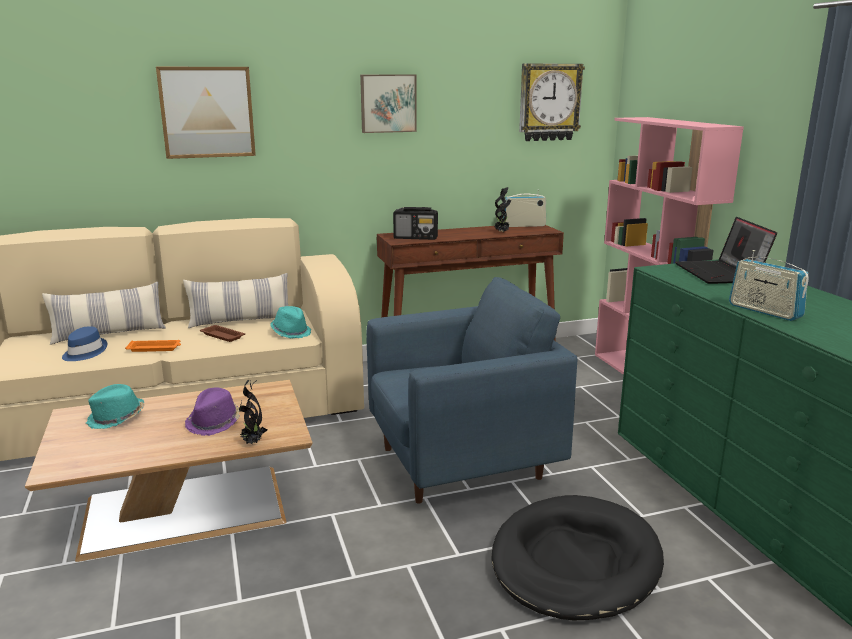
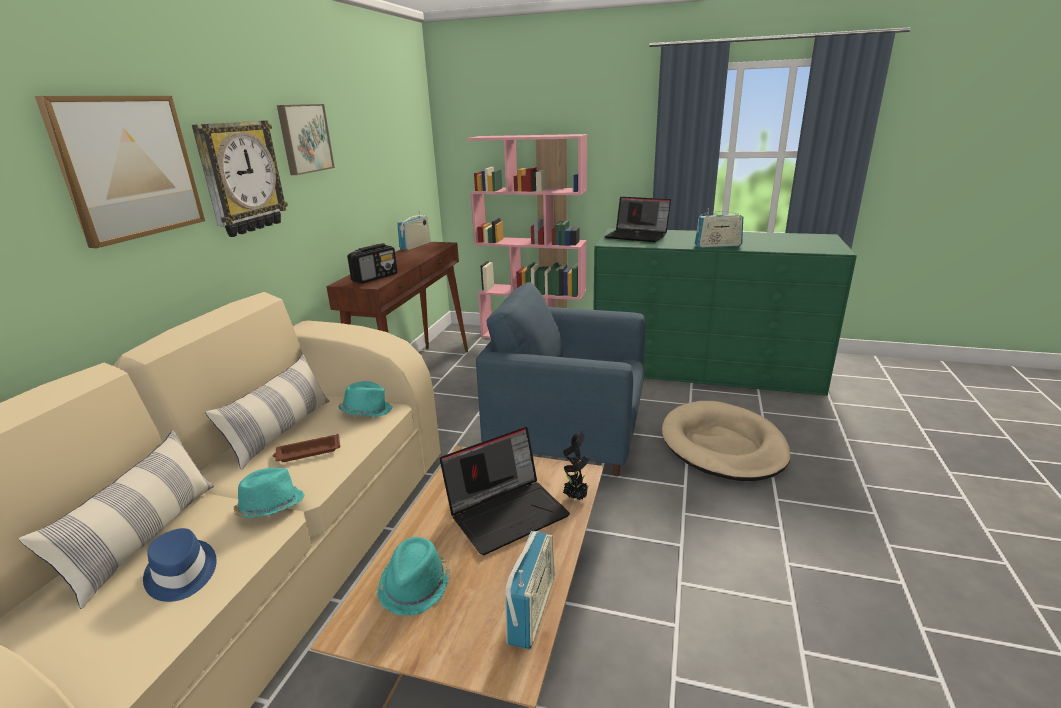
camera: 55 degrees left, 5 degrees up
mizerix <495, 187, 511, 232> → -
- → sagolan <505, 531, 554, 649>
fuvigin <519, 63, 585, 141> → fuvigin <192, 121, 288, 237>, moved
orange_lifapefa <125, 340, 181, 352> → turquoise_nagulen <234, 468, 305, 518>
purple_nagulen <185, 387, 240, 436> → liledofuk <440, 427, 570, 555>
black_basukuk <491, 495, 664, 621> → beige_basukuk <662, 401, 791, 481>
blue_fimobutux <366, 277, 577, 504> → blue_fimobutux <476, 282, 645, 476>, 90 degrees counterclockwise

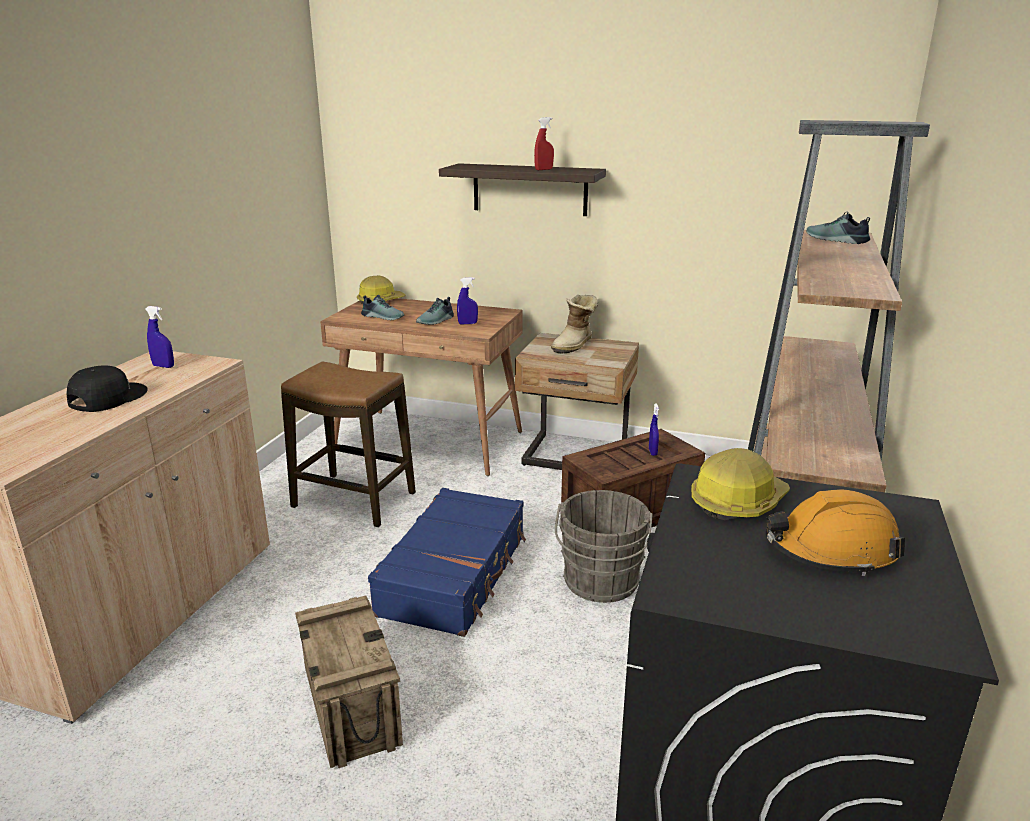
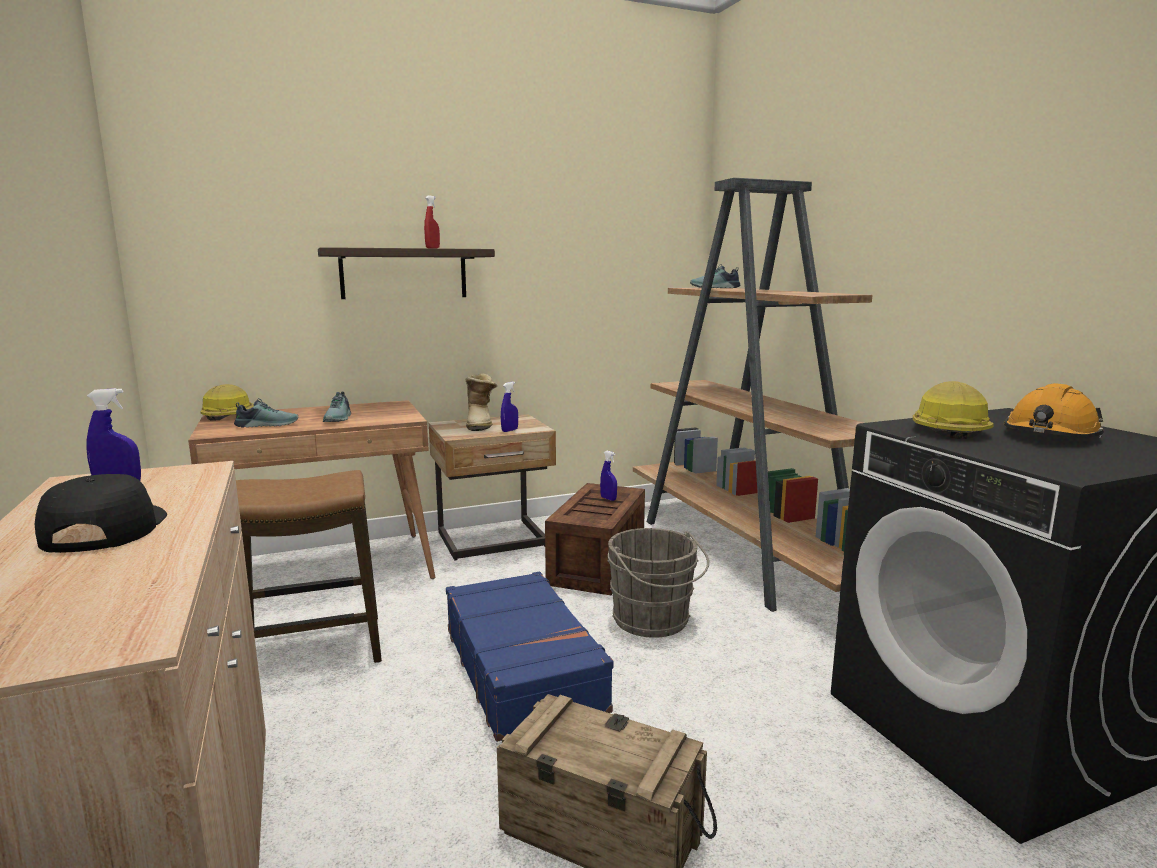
camera: 40 degrees left, 10 degrees down
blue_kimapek <457, 277, 478, 324> → blue_kimapek <501, 382, 518, 432>, moved

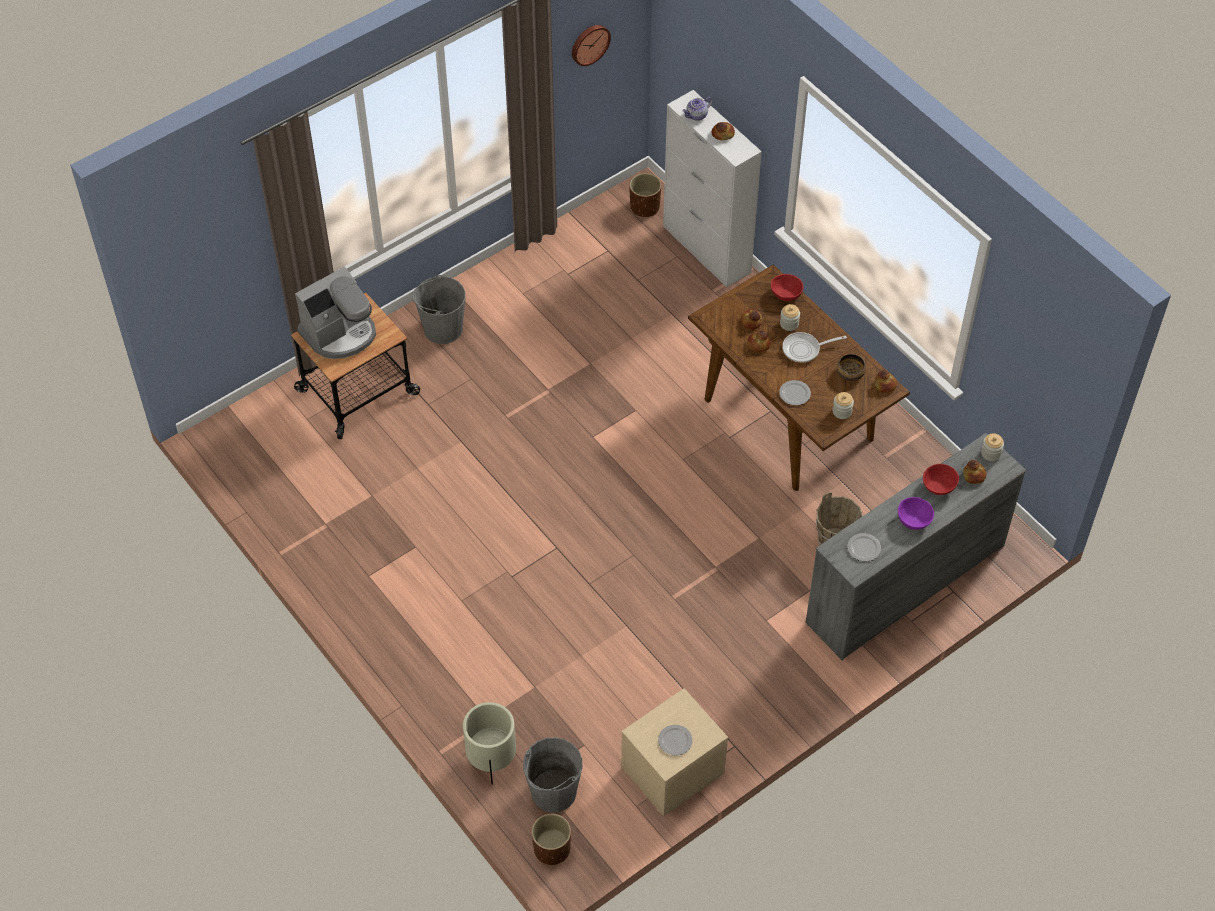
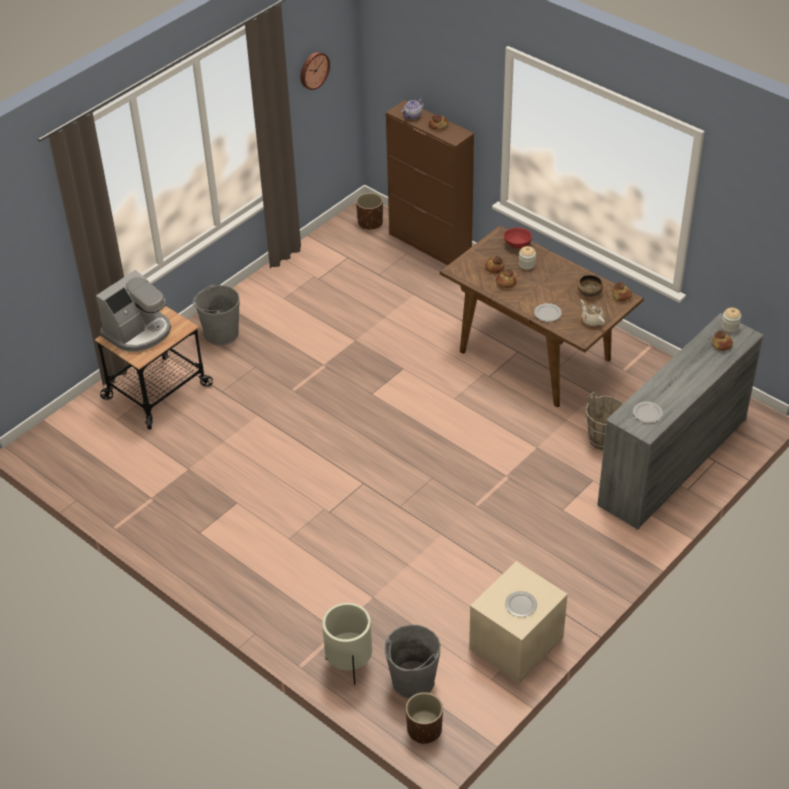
camera: 10 degrees left, 10 degrees down
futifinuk <782, 332, 847, 363> → -
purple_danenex <898, 497, 934, 530> → -
red_danenex <923, 464, 959, 495> → -
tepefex <833, 392, 854, 419> → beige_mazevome <581, 300, 605, 326>
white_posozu <663, 90, 762, 287> → brown_posozu <386, 100, 474, 265>

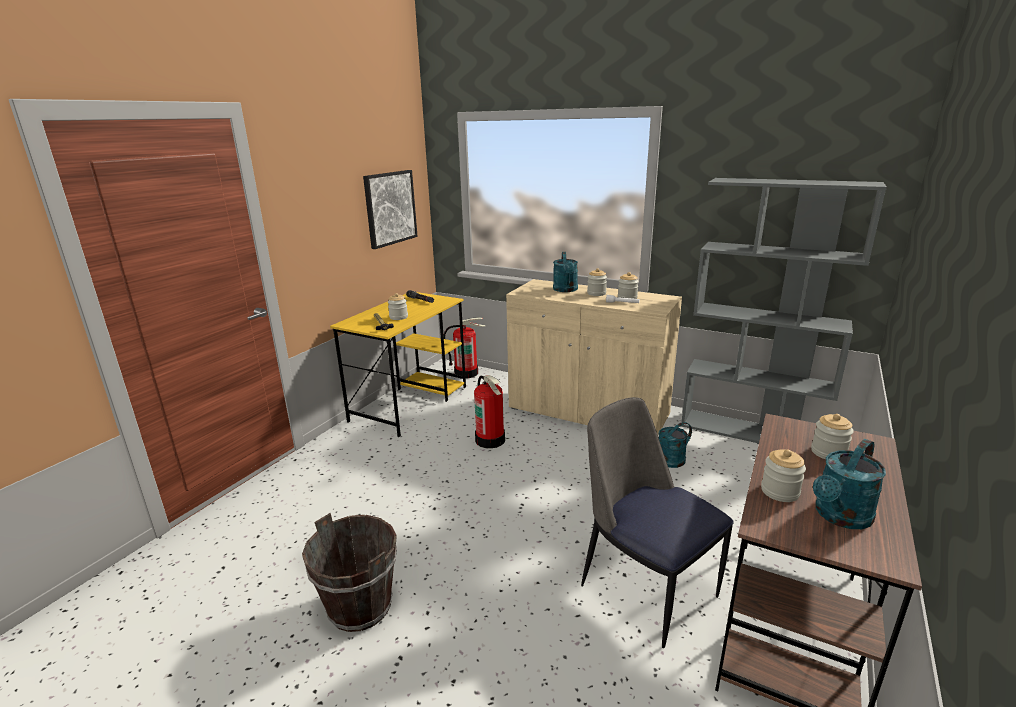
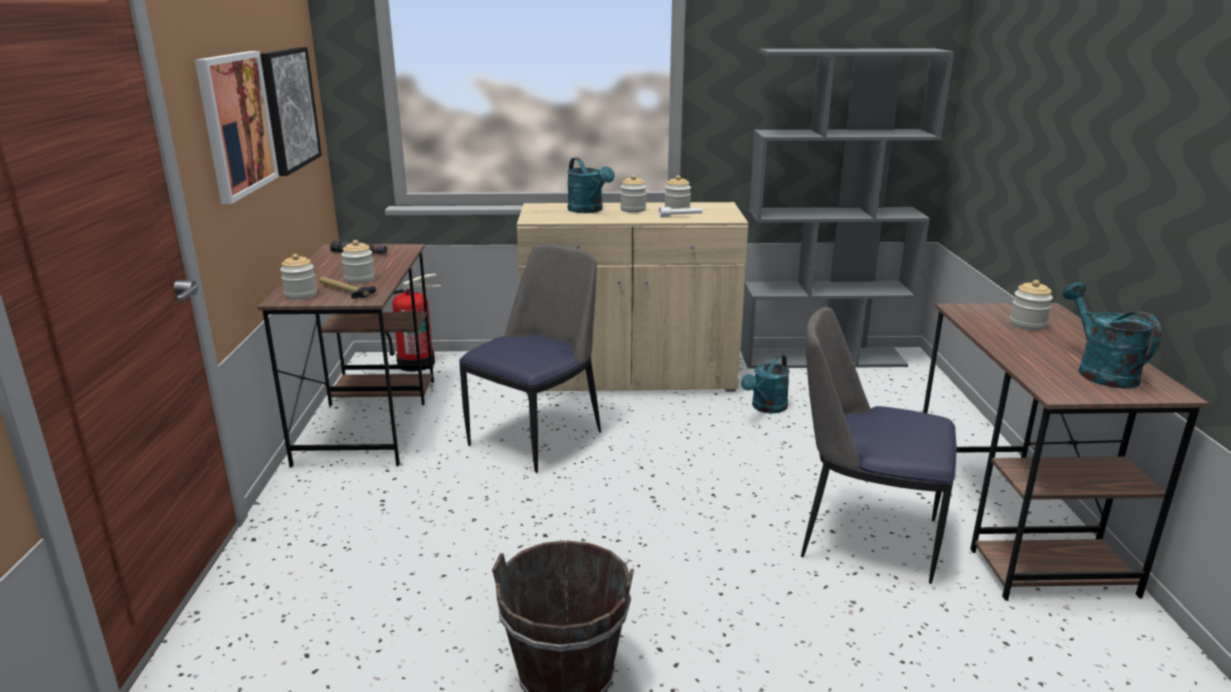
camera: 30 degrees left, 0 degrees up
- → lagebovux <195, 51, 279, 204>
tepefex <761, 449, 806, 502> → tepefex <280, 254, 317, 300>, moved
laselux <474, 375, 505, 448> → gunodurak <459, 244, 601, 473>
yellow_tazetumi <330, 292, 466, 437> → brown_tazetumi <257, 244, 434, 468>
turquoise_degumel <813, 439, 886, 529> → turquoise_degumel <1062, 282, 1161, 389>, 150 degrees clockwise

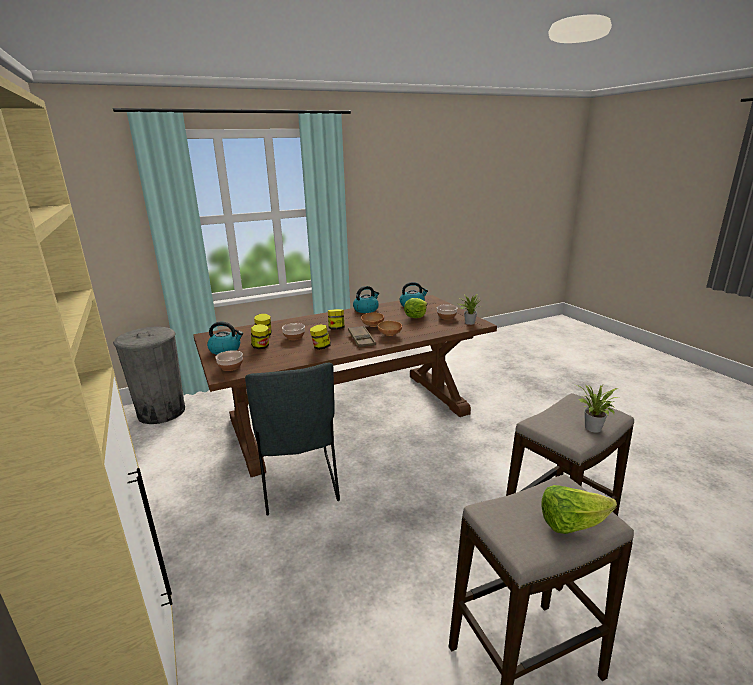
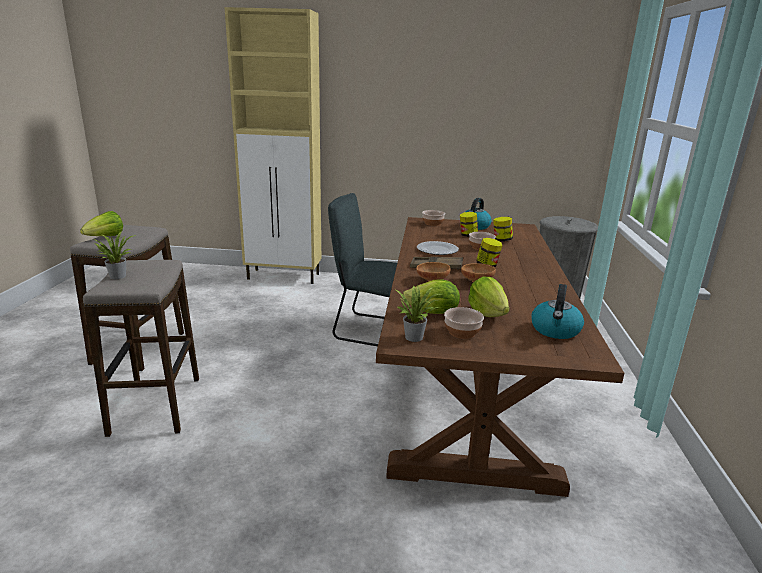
camera: 120 degrees right, 0 degrees up
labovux <353, 286, 379, 313> → -
- → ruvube <403, 280, 460, 314>
tepefex <310, 324, 331, 350> → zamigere <417, 241, 459, 255>

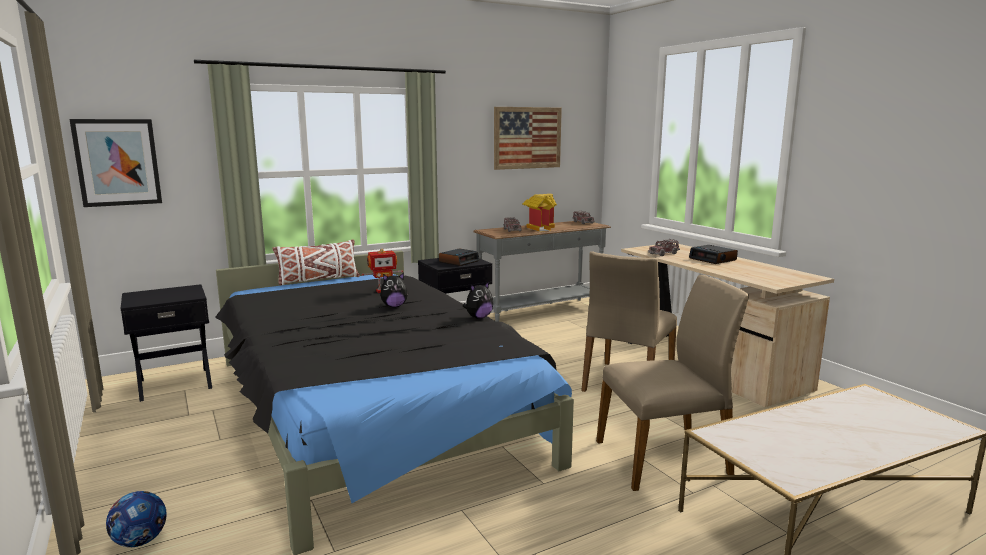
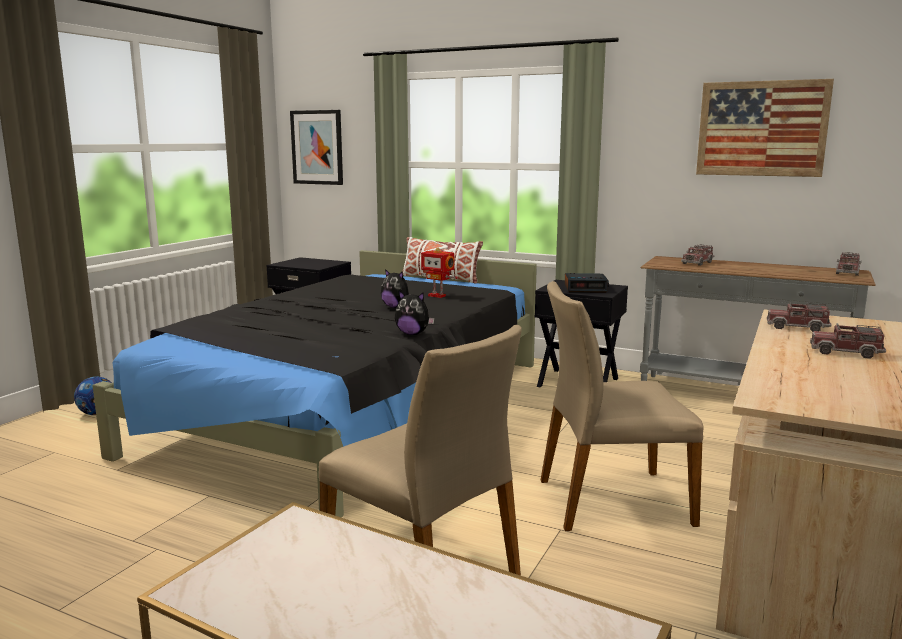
camera: 55 degrees right, 0 degrees up
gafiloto <523, 194, 557, 232> → -
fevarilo <689, 245, 738, 264> → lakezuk <810, 323, 886, 359>

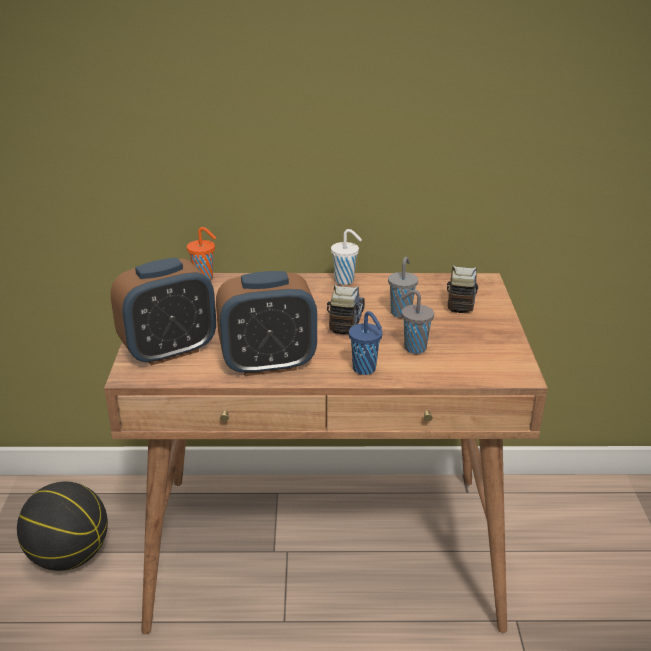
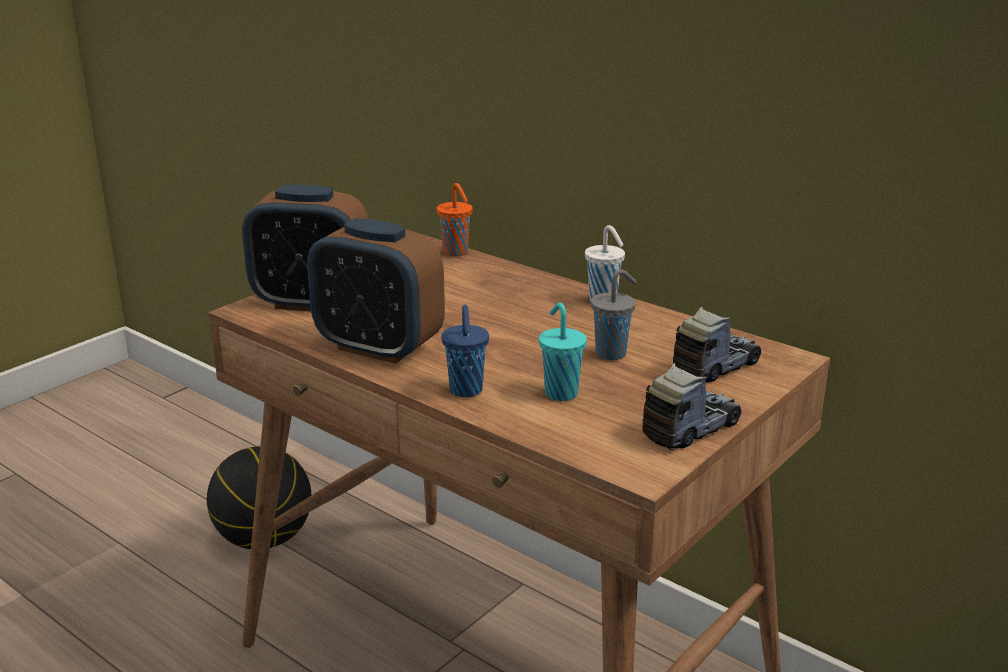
camera: 40 degrees right, 5 degrees down
lakezuk <327, 284, 365, 334> → lakezuk <642, 363, 742, 451>, moved
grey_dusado <401, 290, 434, 354> → turquoise_dusado <539, 303, 587, 401>

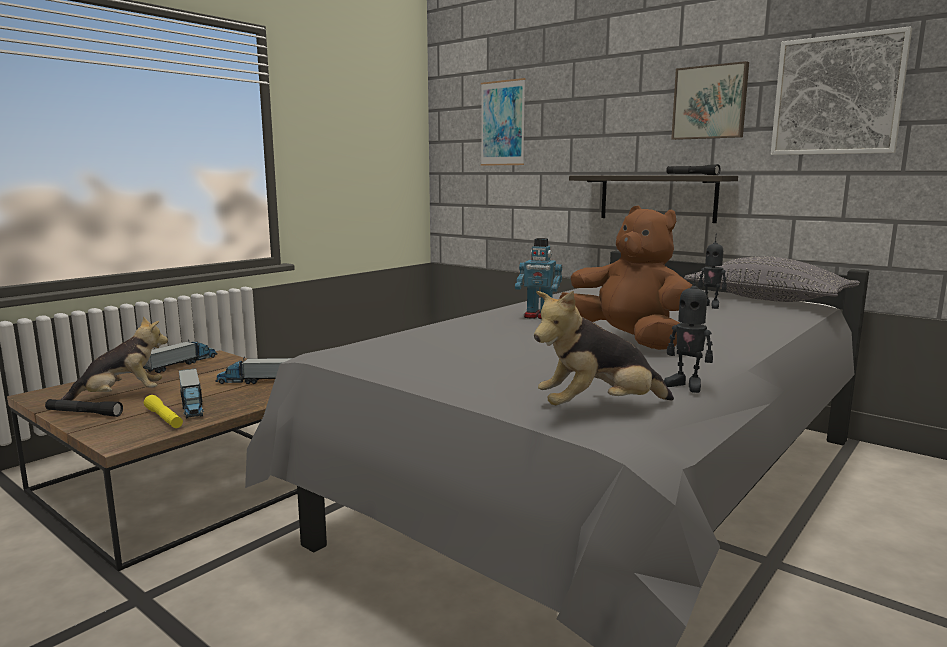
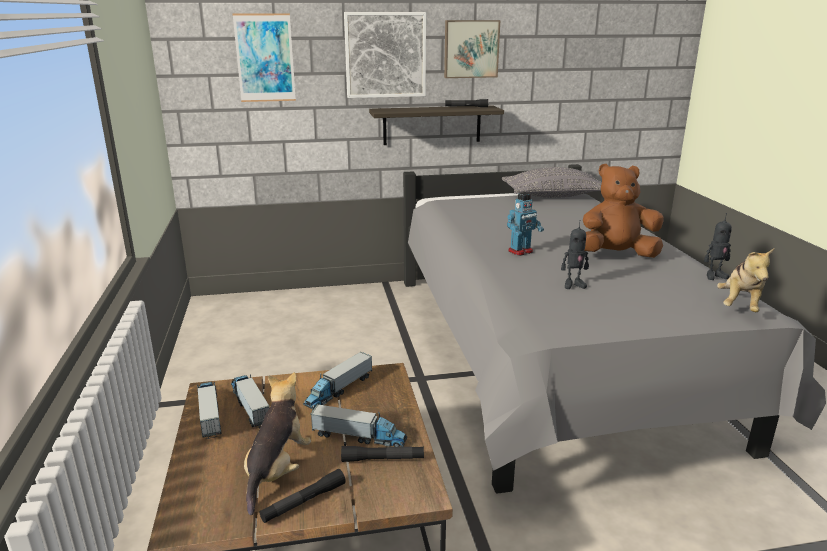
camera: 50 degrees left, 10 degrees up
- → lakezuk <231, 374, 270, 428>
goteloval <698, 234, 727, 309> → goteloval <561, 220, 589, 289>, moved
lagebovux <771, 26, 912, 155> → lagebovux <344, 12, 426, 98>, moved
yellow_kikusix <144, 395, 183, 428> → black_kikusix <341, 446, 424, 462>

